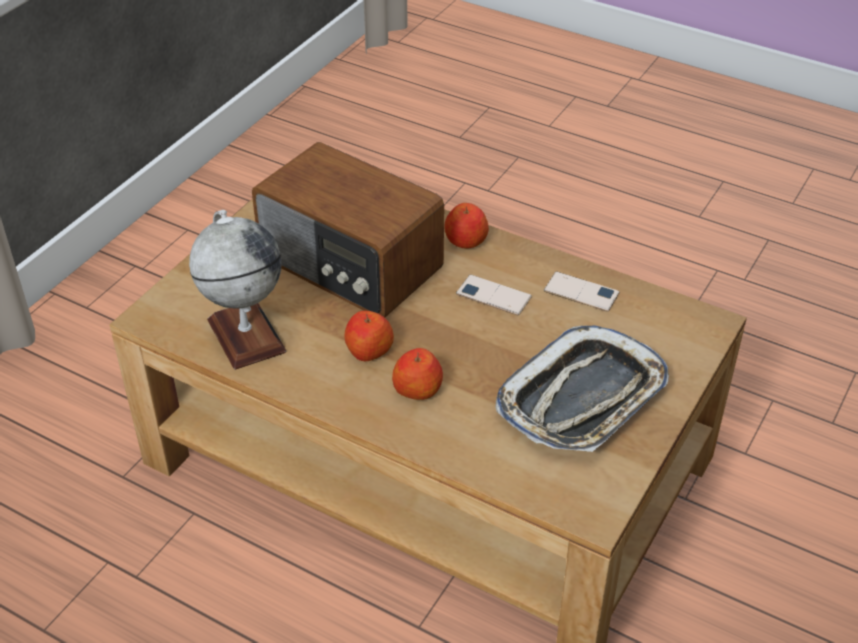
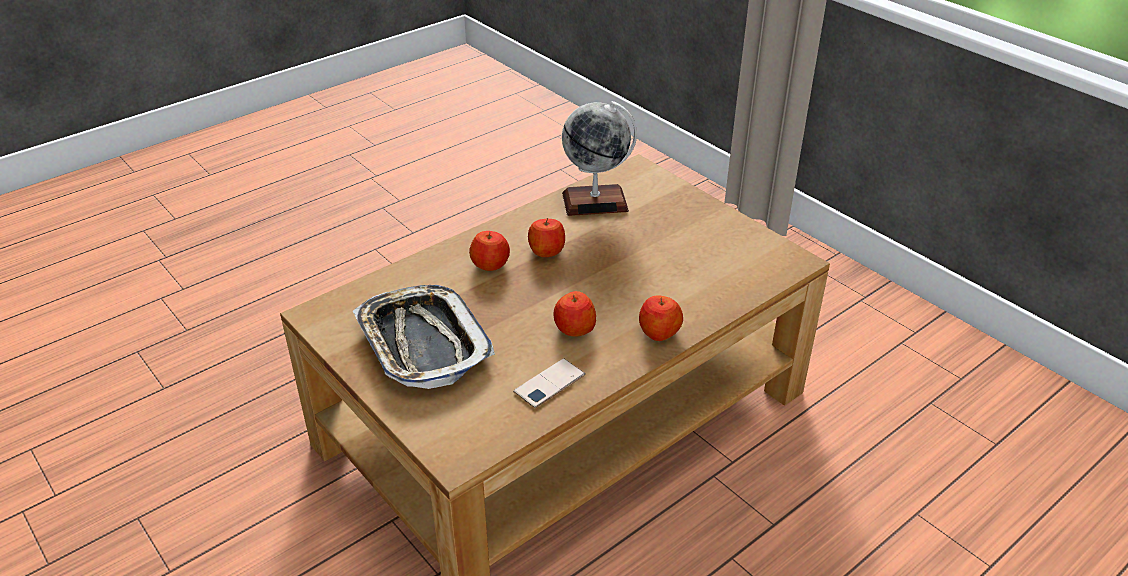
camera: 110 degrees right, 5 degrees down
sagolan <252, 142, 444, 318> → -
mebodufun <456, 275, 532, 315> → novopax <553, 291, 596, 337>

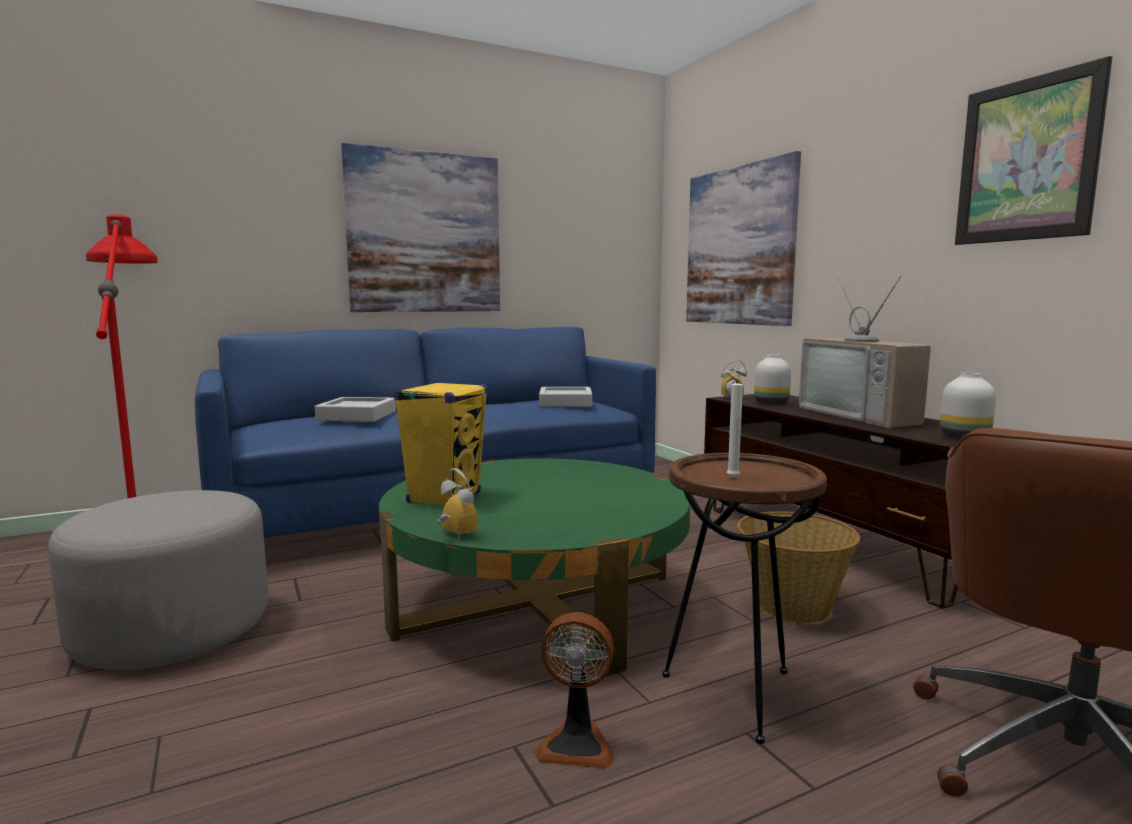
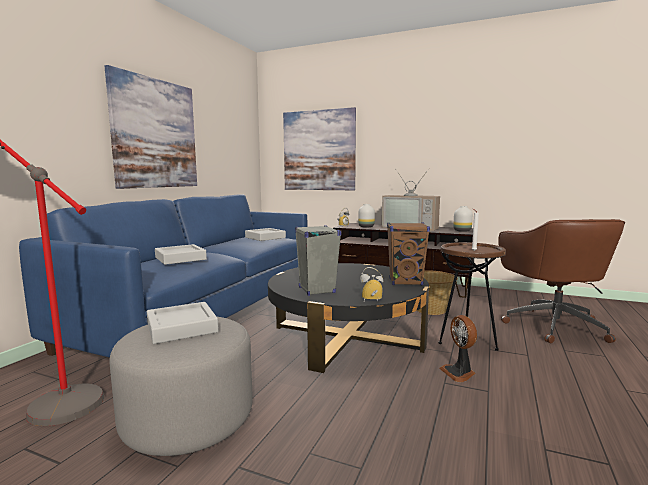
camera: 40 degrees left, 0 degrees up
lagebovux <955, 56, 1113, 245> → -
- → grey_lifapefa <147, 302, 219, 344>
- → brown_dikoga <387, 223, 430, 285>
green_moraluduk <379, 458, 690, 677> → black_moraluduk <268, 263, 429, 373>
yellow_dikoga <394, 381, 488, 505> → grey_dikoga <295, 225, 341, 296>
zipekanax <535, 612, 614, 769> → zipekanax <439, 315, 477, 382>, 105 degrees clockwise

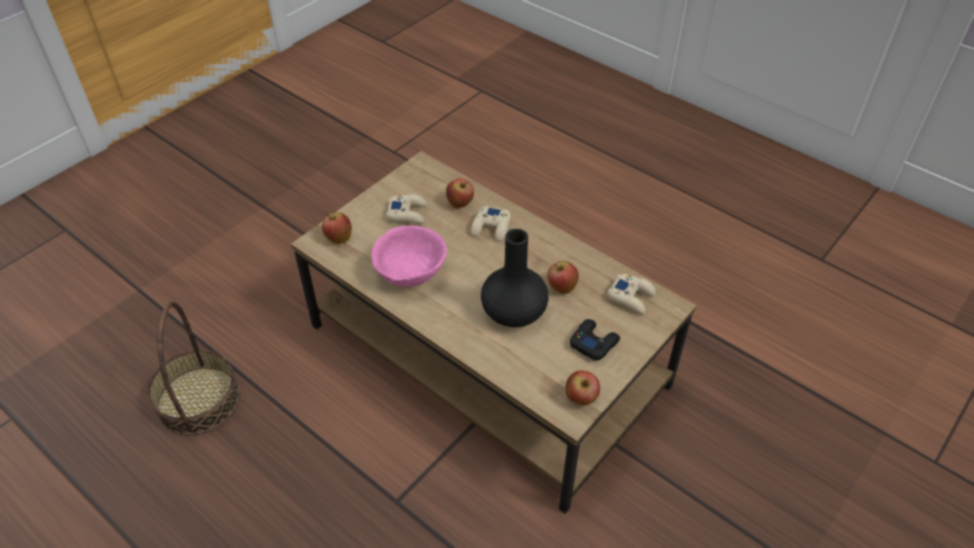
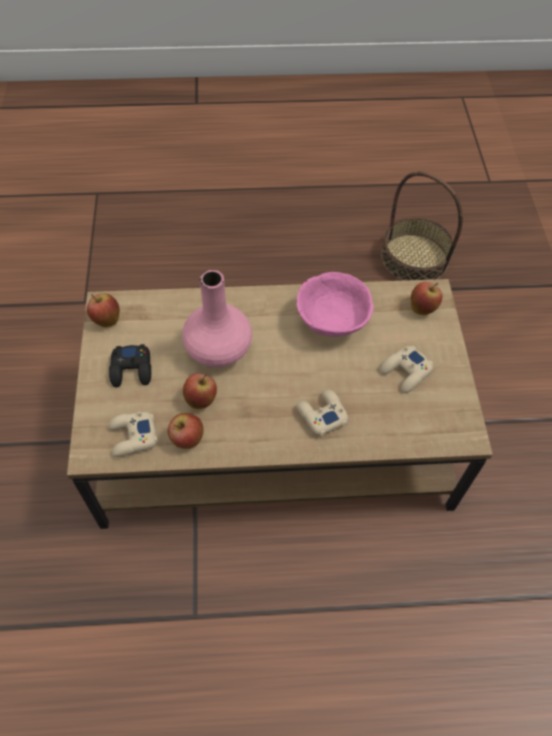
camera: 135 degrees right, 10 degrees up
novopax <446, 178, 474, 208> → novopax <168, 413, 204, 449>, moved
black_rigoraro <481, 229, 548, 327> → pink_rigoraro <183, 270, 252, 368>

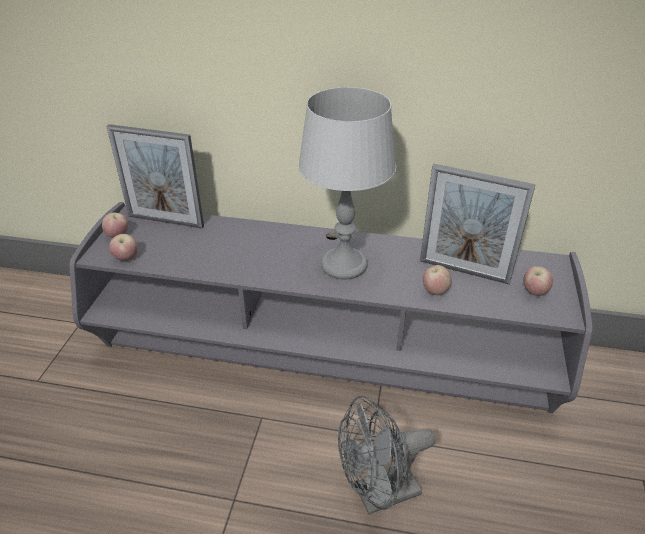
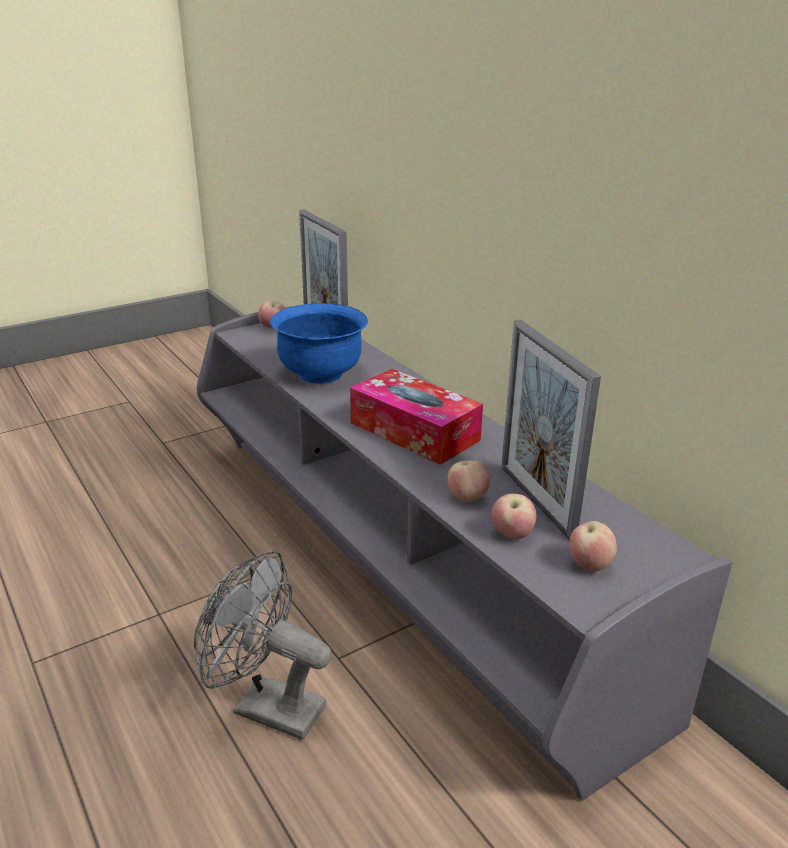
camera: 45 degrees right, 10 degrees down
- → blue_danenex <270, 303, 368, 384>
novopax <109, 234, 138, 261> → novopax <491, 494, 536, 539>, moved
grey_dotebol <298, 87, 396, 280> → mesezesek <350, 369, 483, 465>

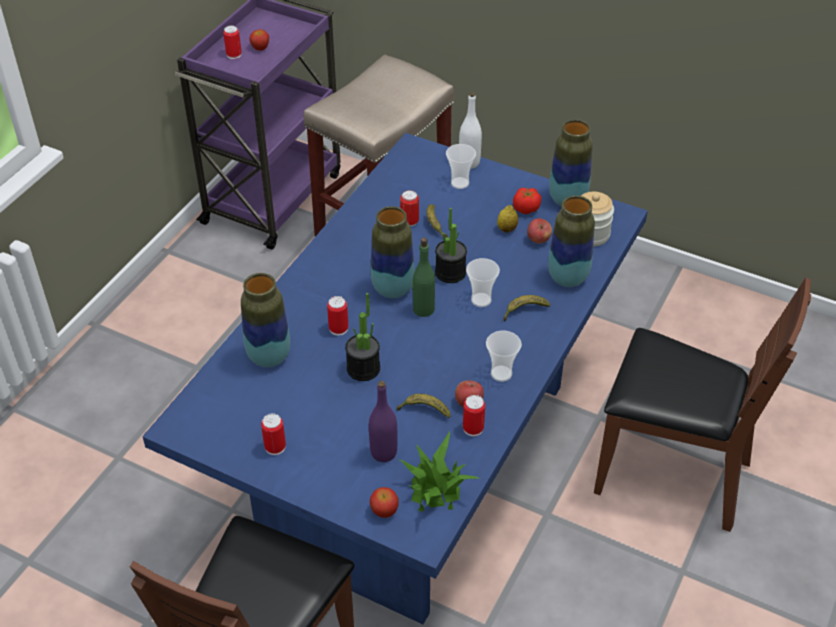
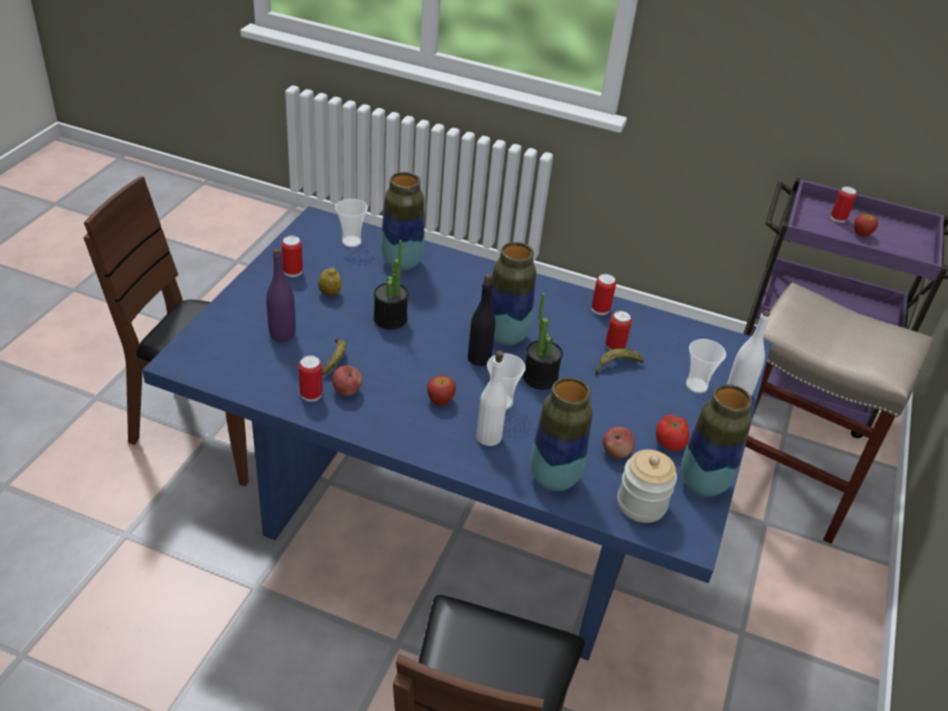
camera: 80 degrees right, 5 degrees down
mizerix <400, 431, 480, 512> → -
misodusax <327, 296, 348, 336> → misodusax <591, 274, 616, 315>, moved
novopax <370, 487, 398, 518> → novopax <427, 375, 456, 405>, moved
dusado <486, 331, 522, 382> → dusado <335, 199, 368, 247>, moved
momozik <497, 205, 518, 233> → momozik <318, 267, 342, 296>, moved
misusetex <503, 295, 550, 321> → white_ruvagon <476, 350, 507, 446>
green_ruvagon <412, 238, 435, 317> → black_ruvagon <468, 274, 496, 366>

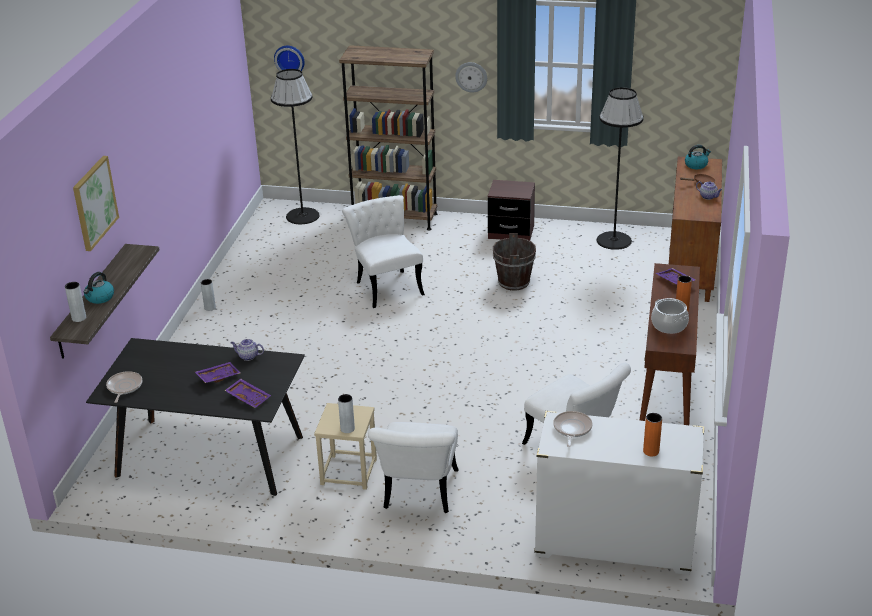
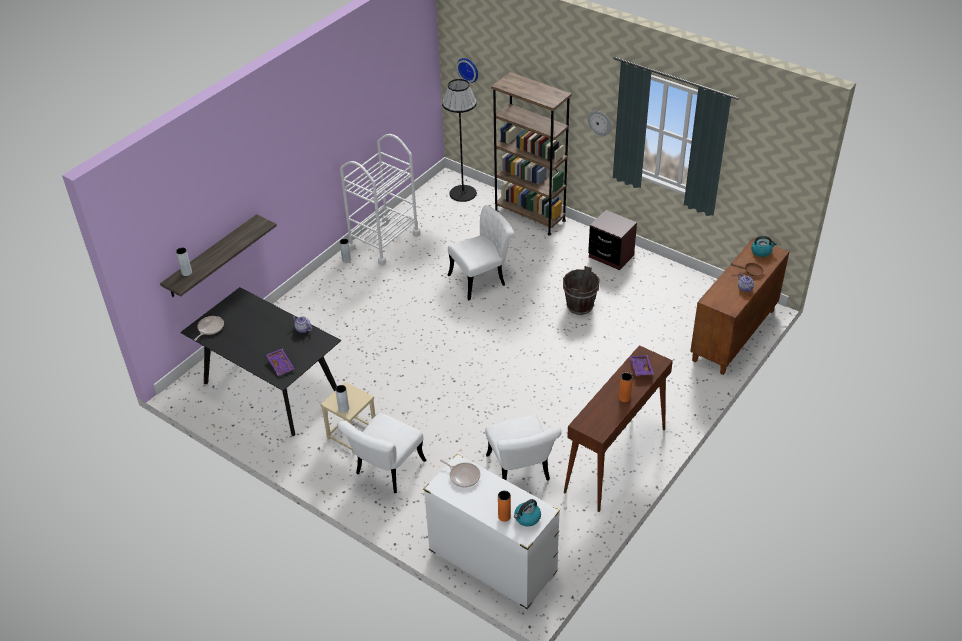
camera: 25 degrees right, 10 degrees up
lagebovux <73, 156, 119, 251> → -
purple_lifapefa <195, 362, 241, 383> → -
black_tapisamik <596, 87, 644, 250> → -
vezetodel <651, 298, 689, 334> → -
- → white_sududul <340, 134, 420, 266>
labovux <84, 272, 114, 304> → labovux <514, 499, 541, 526>, moved
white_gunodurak <342, 195, 425, 308> → white_gunodurak <448, 205, 515, 300>, 60 degrees clockwise
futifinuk <553, 411, 592, 447> → futifinuk <440, 459, 480, 488>, 90 degrees clockwise

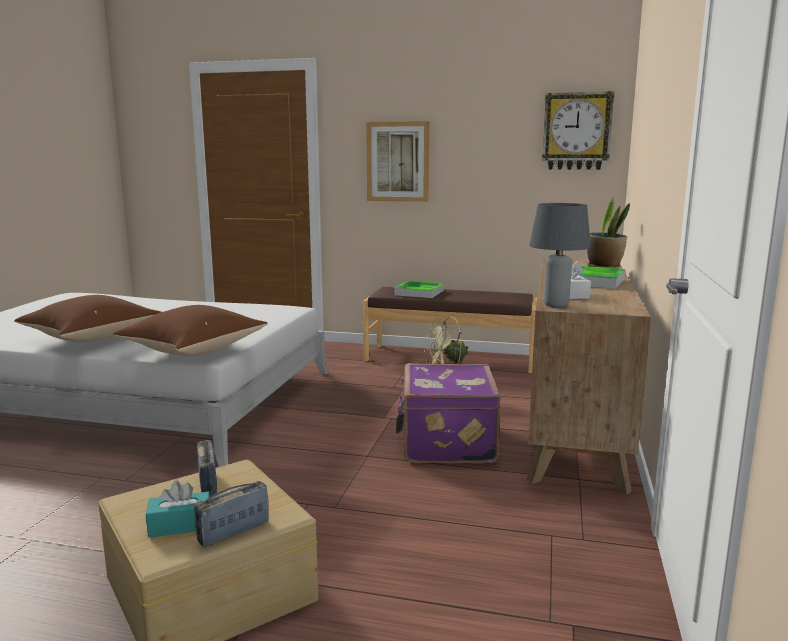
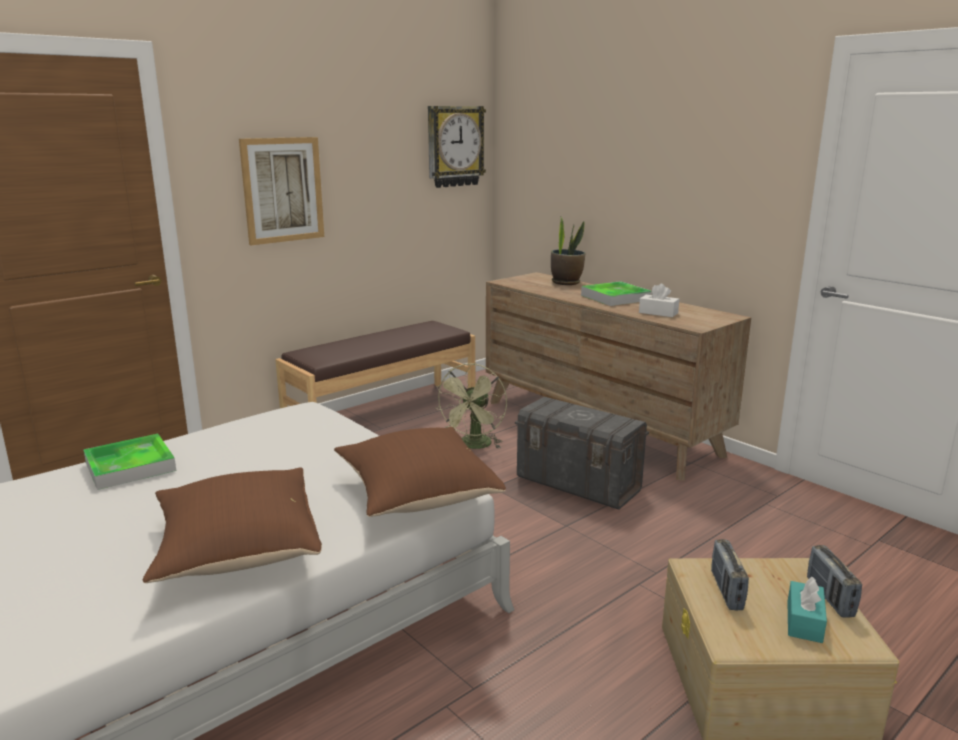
camera: 55 degrees left, 5 degrees up
grey_dotebol <529, 203, 591, 308> → -
lifapefa <394, 281, 444, 298> → lifapefa <83, 434, 176, 490>, moved
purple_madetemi <395, 363, 501, 463> → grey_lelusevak <515, 397, 649, 510>
sagolan <197, 440, 217, 497> → sagolan <711, 539, 749, 610>, 105 degrees counterclockwise

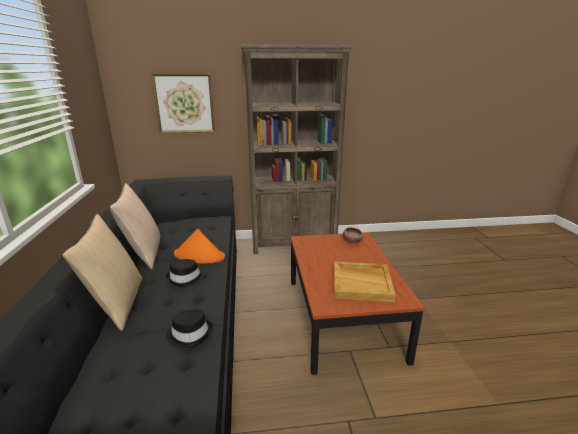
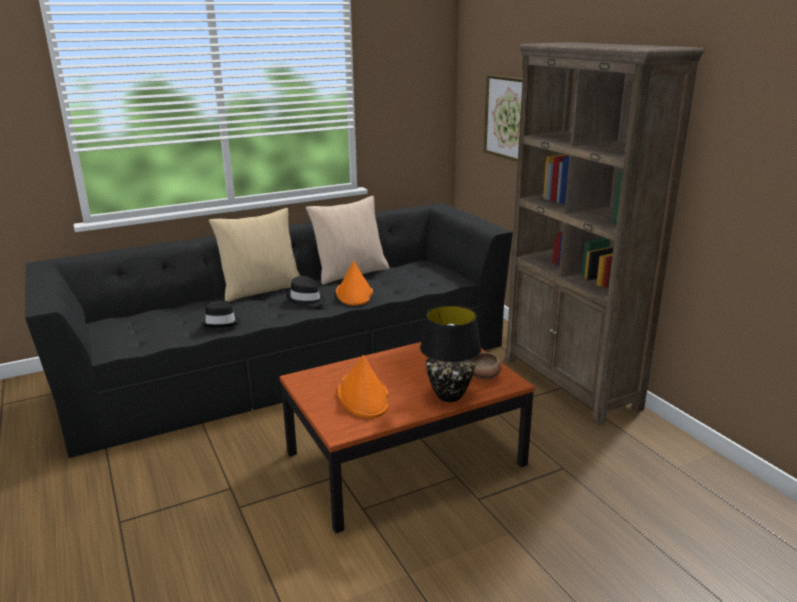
camera: 70 degrees right, 0 degrees up
- → black_dotebol <420, 305, 481, 402>
beige_lifapefa <334, 262, 396, 302> → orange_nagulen <338, 355, 389, 418>

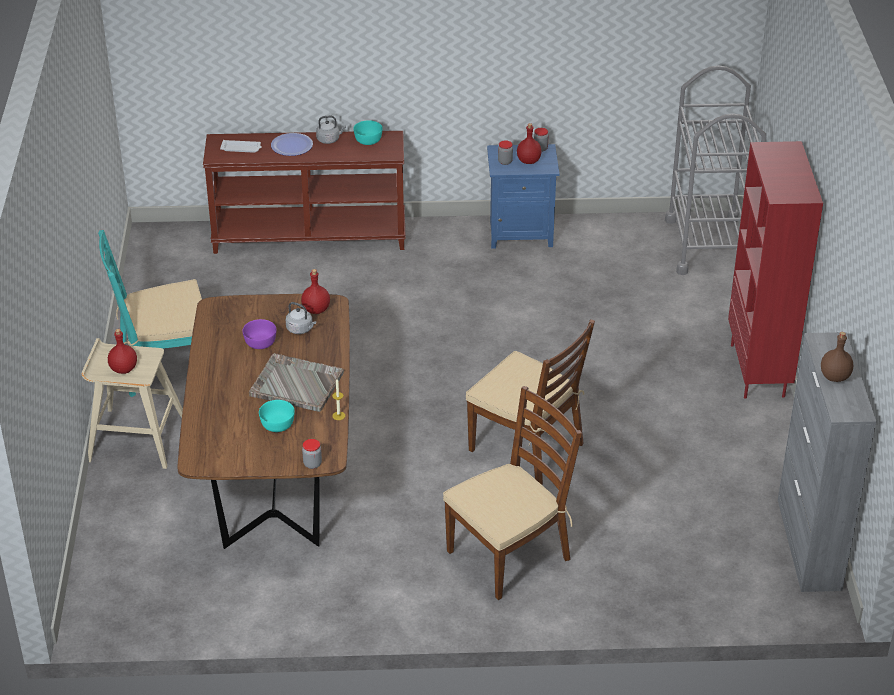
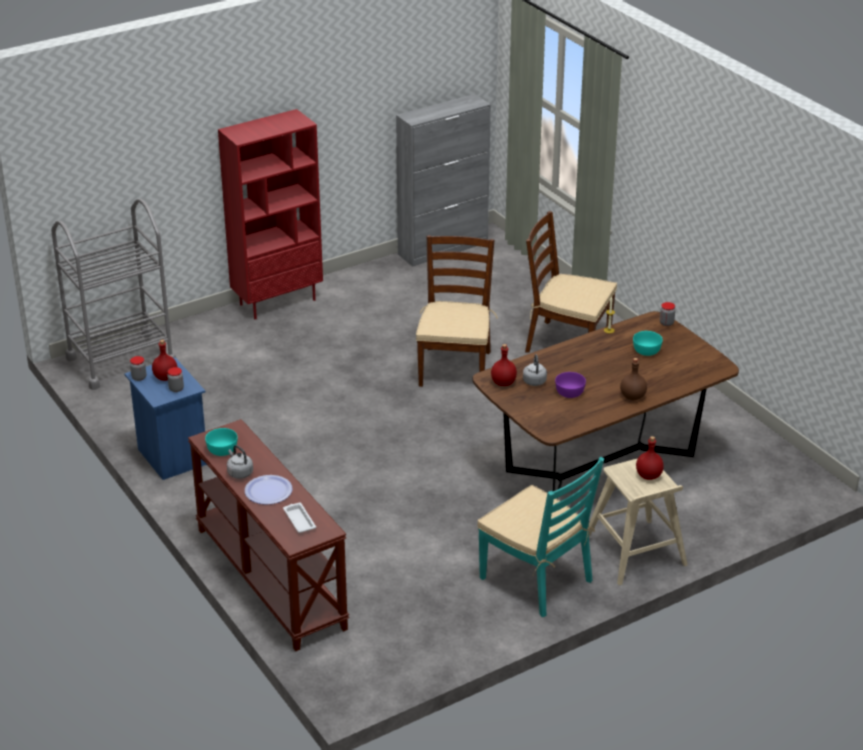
camera: 120 degrees left, 5 degrees down
grey_lifapefa <249, 353, 344, 412> → -
brown_ruvagon <821, 332, 853, 382> → brown_ruvagon <620, 358, 647, 400>, moved

